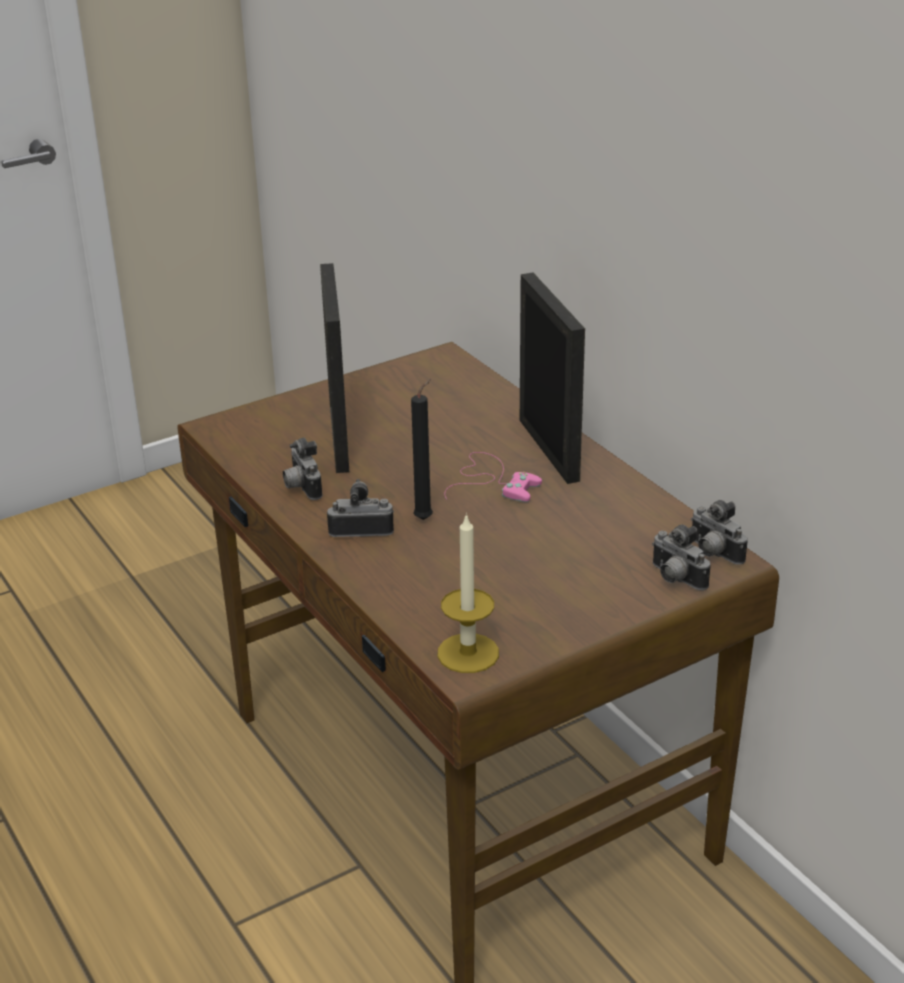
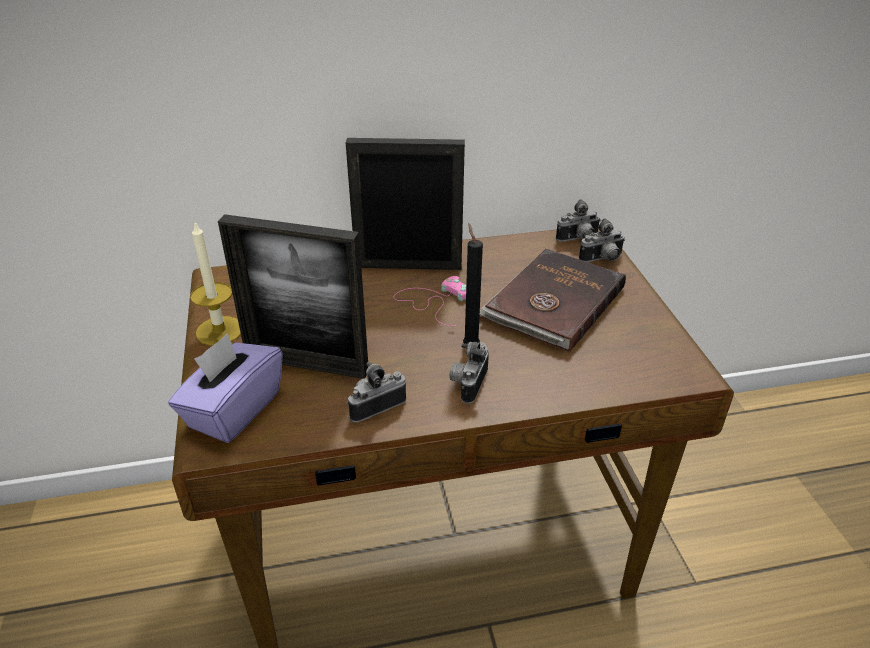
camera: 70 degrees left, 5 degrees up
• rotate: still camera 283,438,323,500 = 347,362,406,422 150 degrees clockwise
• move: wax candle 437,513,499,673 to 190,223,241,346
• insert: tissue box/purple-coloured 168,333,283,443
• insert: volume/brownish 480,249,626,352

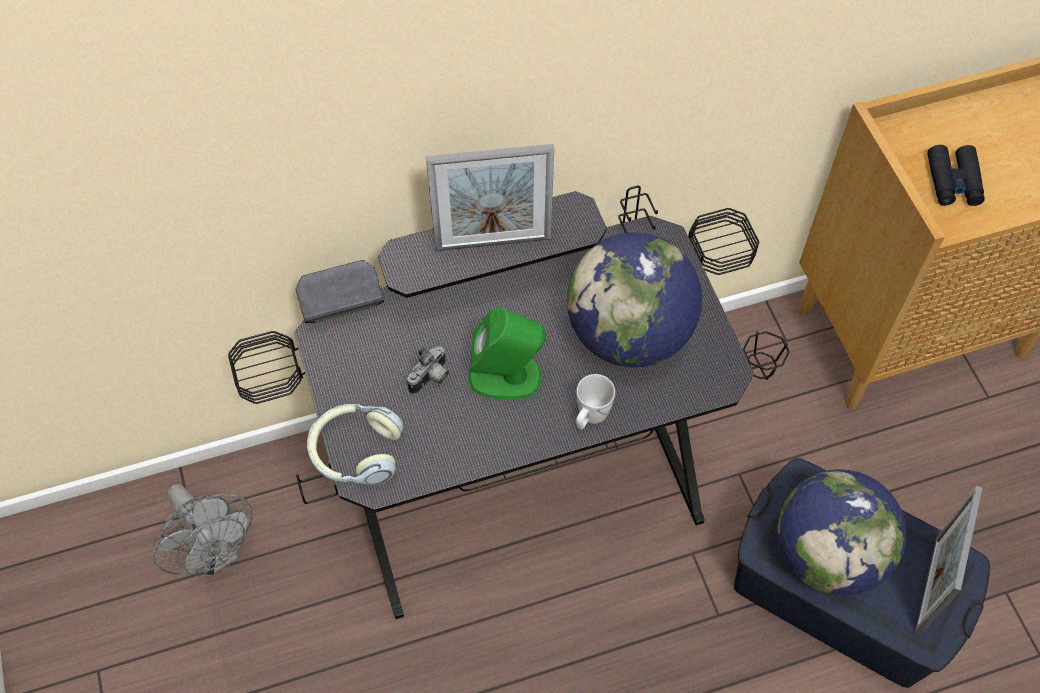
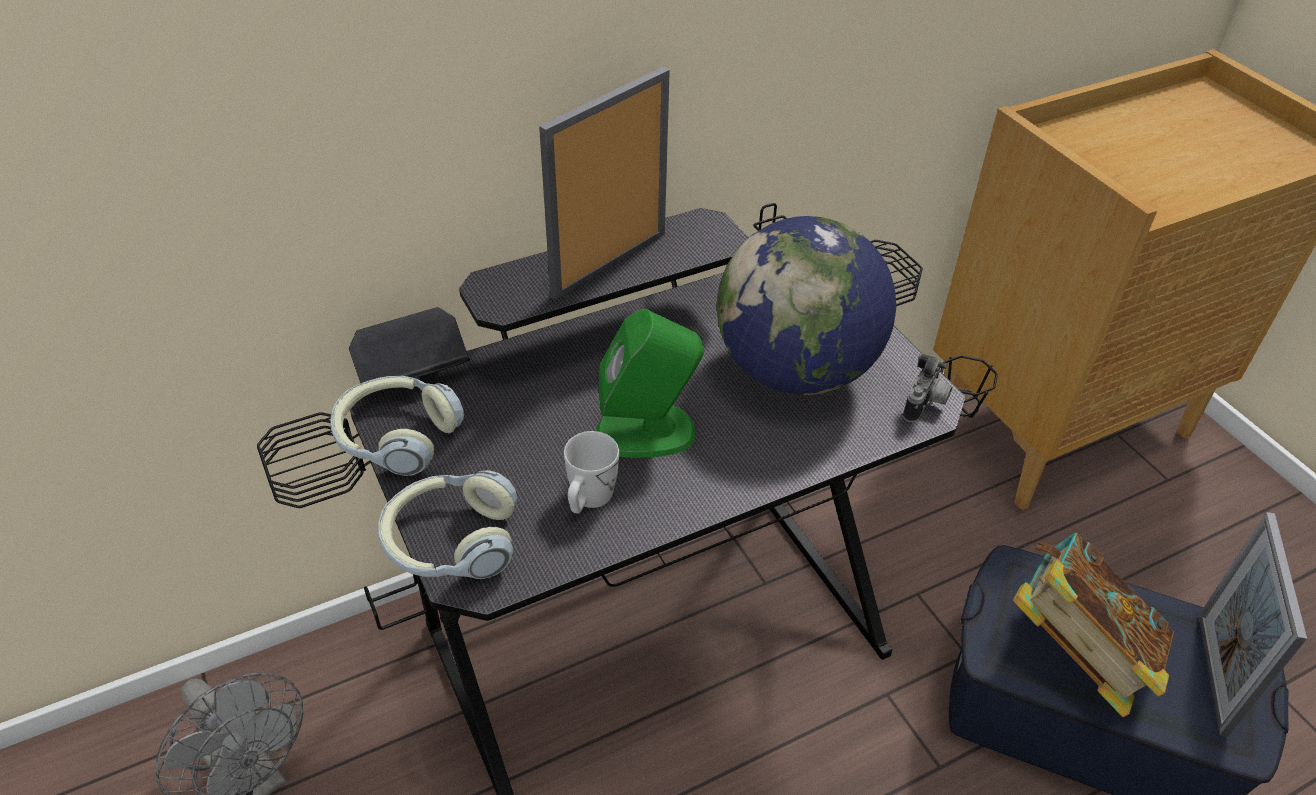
camera: 10 degrees left, 15 degrees down
• move: still camera 407,346,449,394 to 903,353,953,422
• rotate: photo frame 426,144,554,251 = 539,67,670,299 150 degrees clockwise
• move: mug/white-coloured 576,374,615,430 to 564,431,619,514
• replace: globe 778,469,906,596 to volume 1013,533,1174,717
• delete: field glasses/black-coloured 927,145,985,206
• insert: headset 330,376,464,476

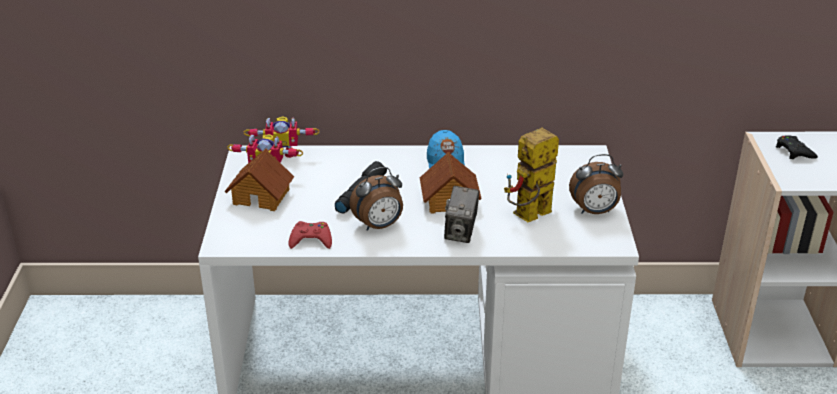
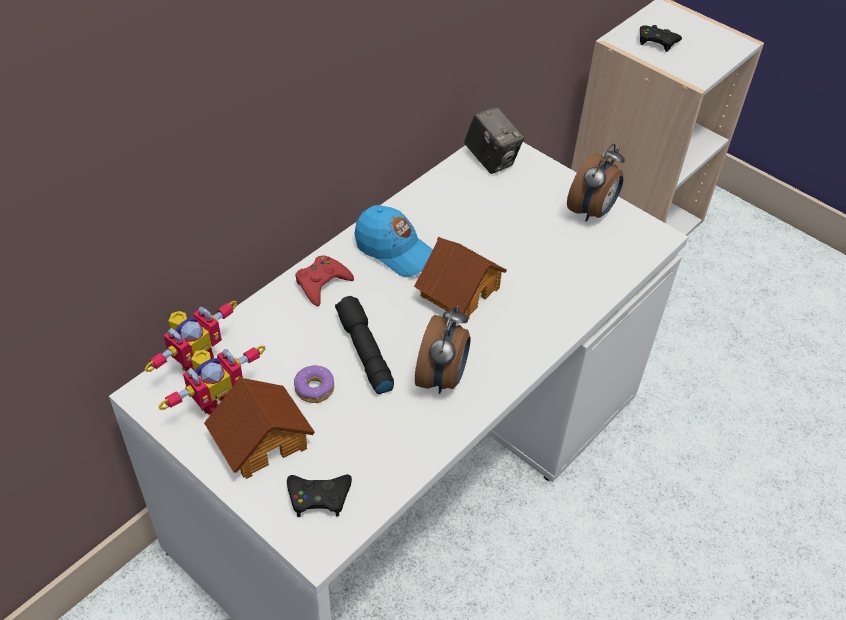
camera: 50 degrees left, 15 degrees up
• move: joypad/red-coloured 288,221,332,249 to 295,255,354,306
• move: still camera 444,186,479,243 to 464,107,524,174
• delete: robot figure 504,128,559,222
• insert: joypad/black-coloured 287,474,352,517
• insert: doughnut 294,365,334,403

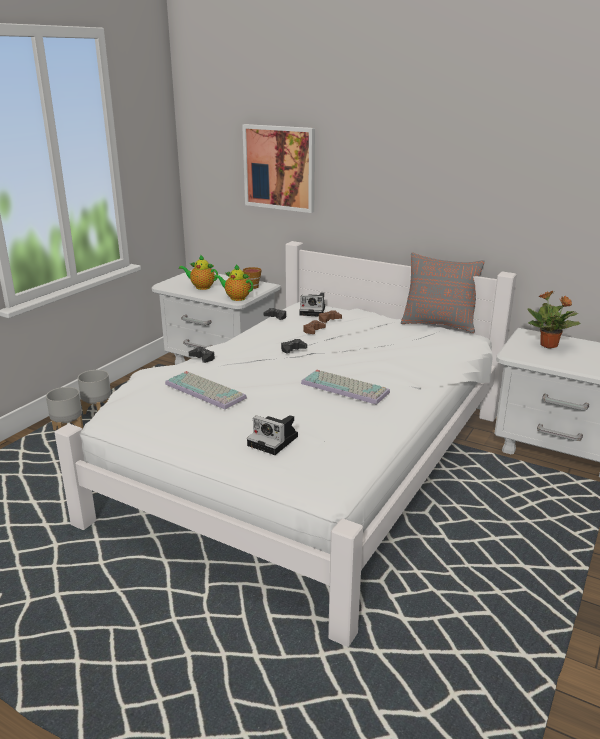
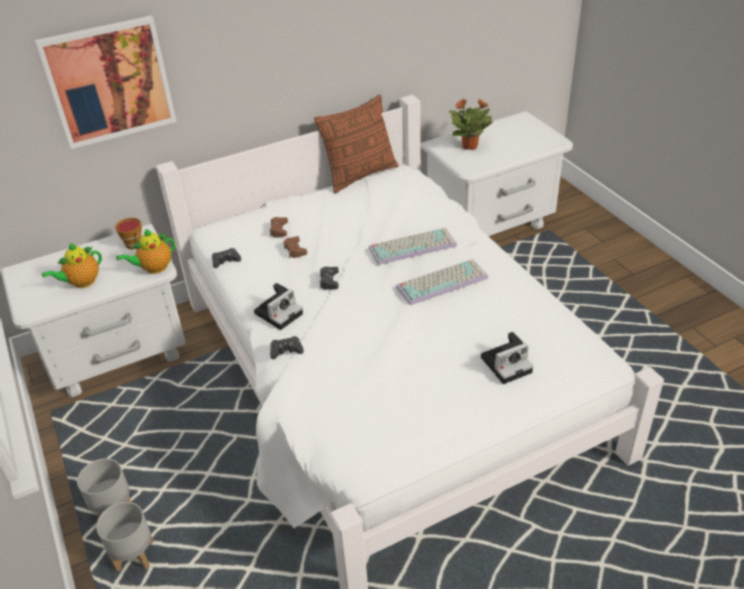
camera: 55 degrees left, 15 degrees up
• move: PC keyboard 165,371,247,409 to 369,228,457,265
• move: still camera 299,292,325,317 to 254,283,303,330
• recolor: throw pillow/grey 401,252,485,333 to throw pillow/brownish 314,94,399,194

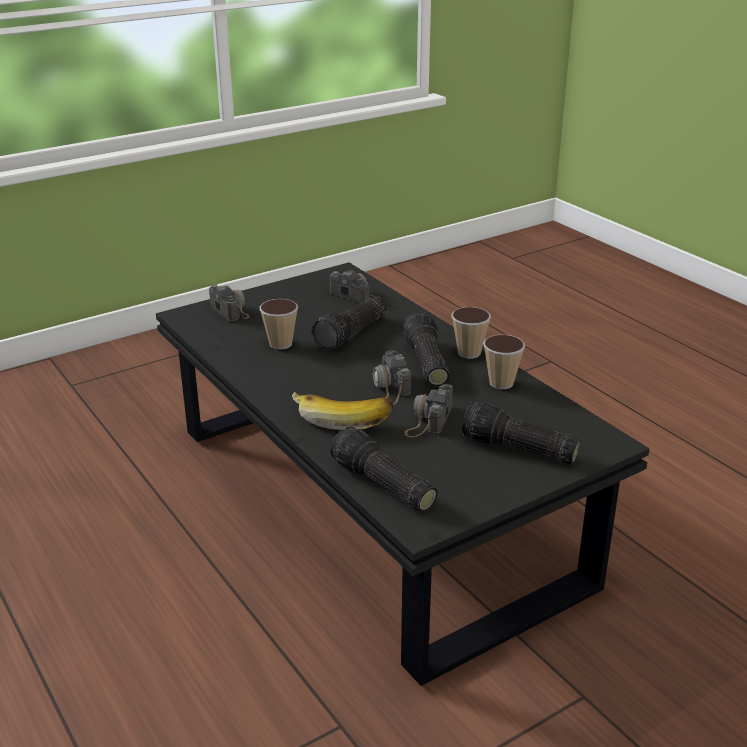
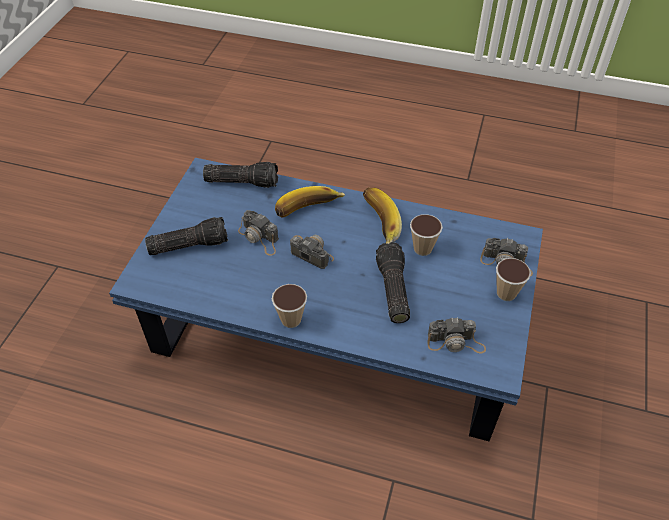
camera: 140 degrees right, 20 degrees up
• recolor: lounge table/black-coloured 156,262,650,686 to lounge table/blue-coloured 109,158,543,441
• delete: hand torch 403,312,449,386
• rotate: still camera 404,384,453,437 = 238,210,279,256 150 degrees clockwise
• move: drinking cup 483,335,525,389 to 496,258,531,301
• insert: banana fruit 363,188,402,244

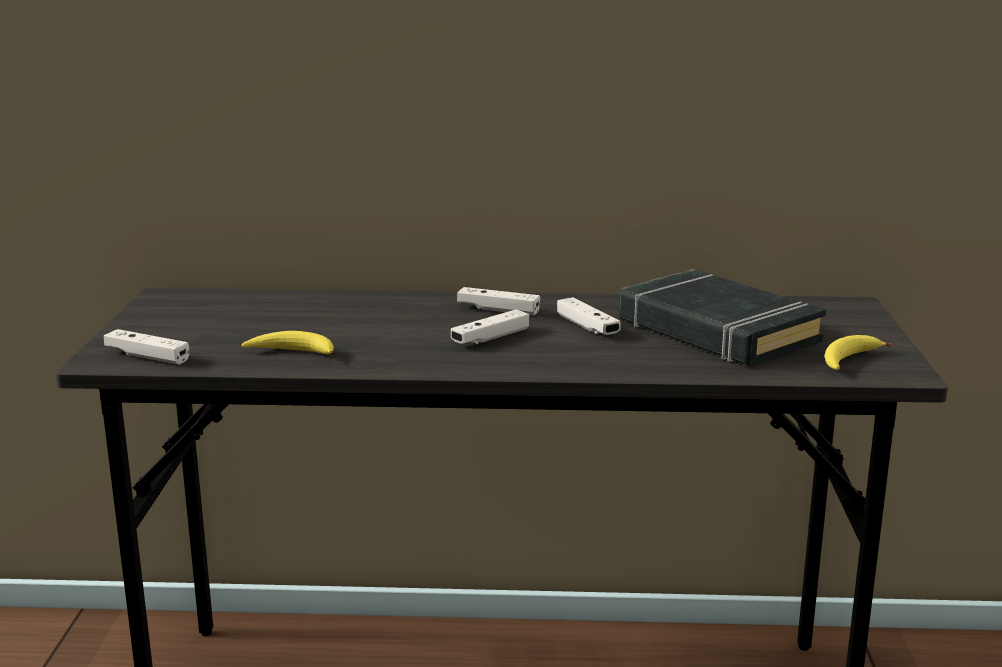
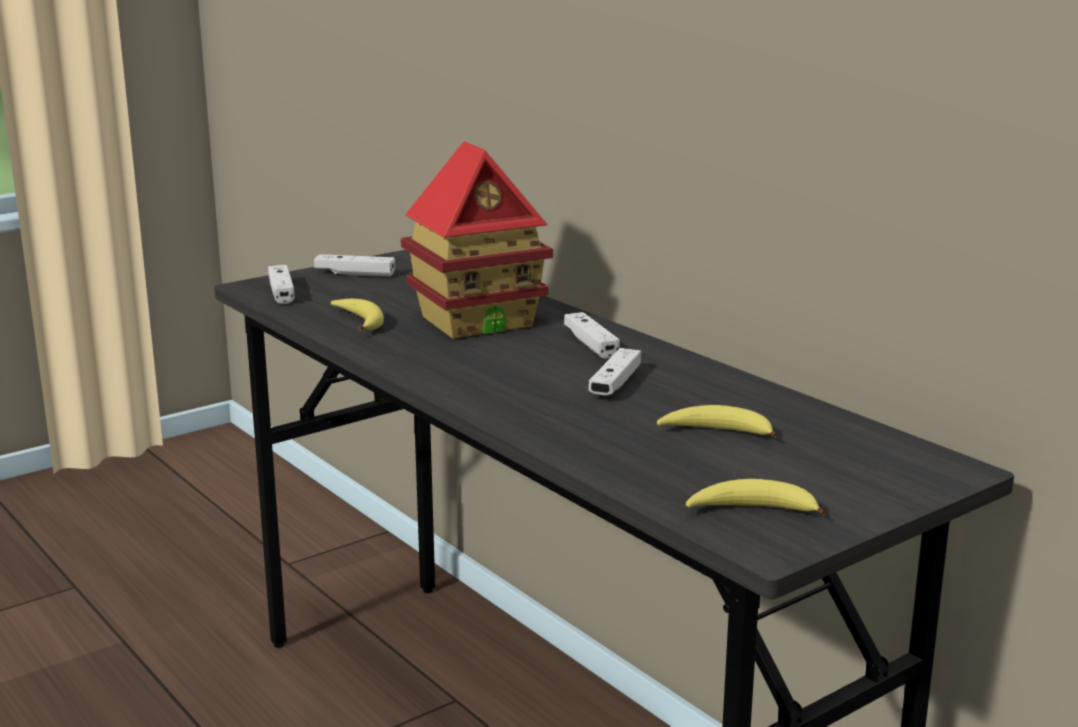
camera: 50 degrees right, 0 degrees up
• move: joypad/white-coloured 451,309,529,344 to 314,254,395,277
• replace: volume/black-coloured 619,269,826,366 to banana fruit 657,405,777,438
• insert: model house 401,141,553,339

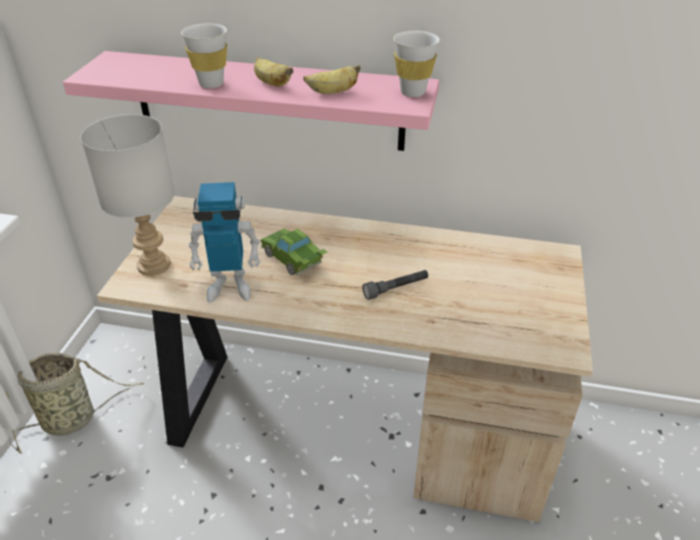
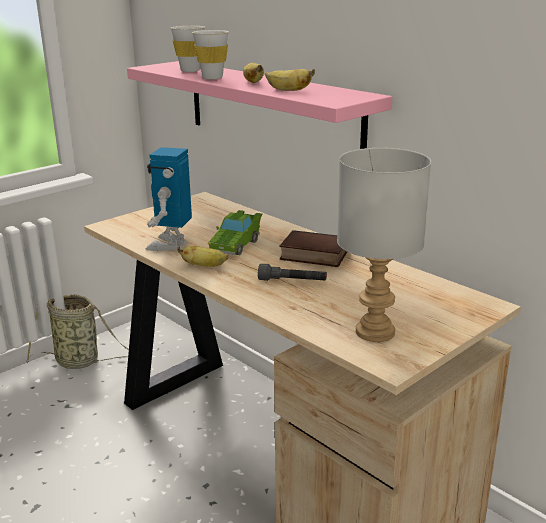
camera: 35 degrees right, 15 degrees down
• move: tabletop lamp/grey 80,114,175,276 to 337,148,431,342
• rotate: robot figure 189,182,260,303 = 146,147,192,251 75 degrees clockwise
• rotate: model car/greenish 260,228,327,275 = 208,210,262,255 150 degrees counterclockwise
• move: drinking cup/white-coloured 393,31,440,97 to 171,26,205,72
• insert: banana fruit 178,246,228,267
• insert: volume 280,230,347,267

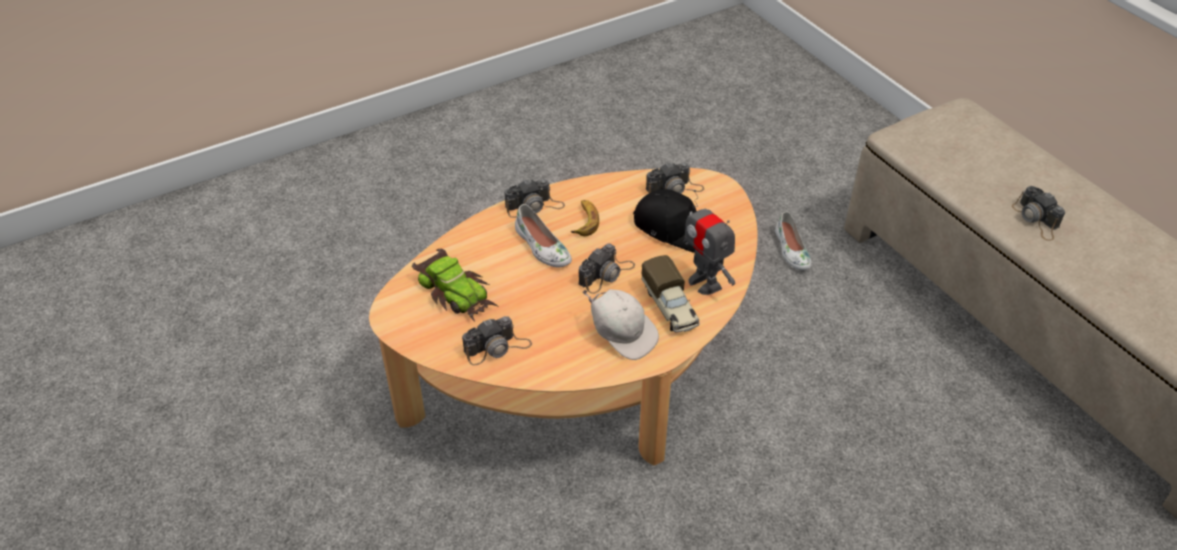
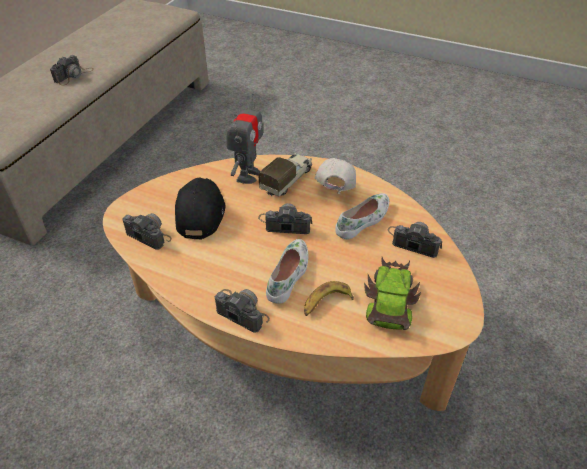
camera: 125 degrees left, 0 degrees up
• move: banana fruit 571,200,599,236 to 304,281,354,316
• move: item of footwear/white-coloured 775,211,811,270 to 335,193,389,240

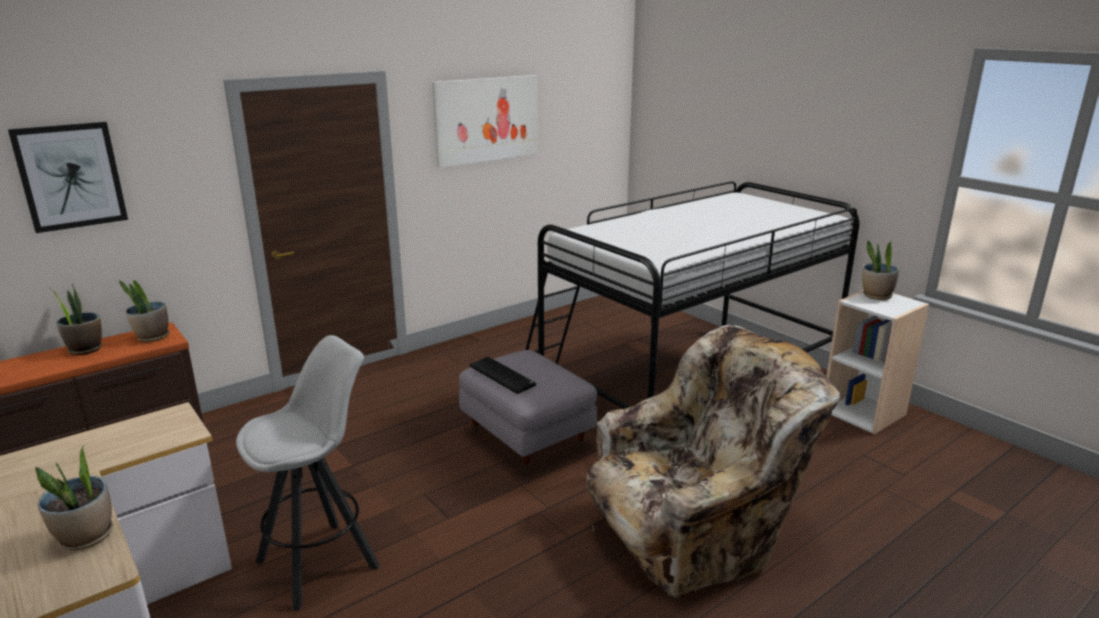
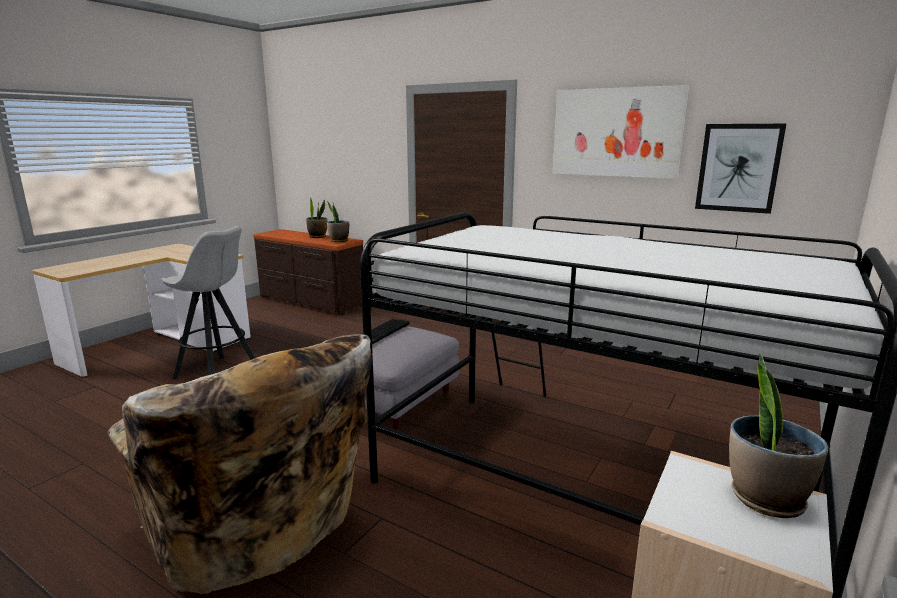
camera: 70 degrees right, 5 degrees down
• move: picture 8,122,128,233 to 695,124,786,214
• delete: plant in a pot 35,445,113,550

